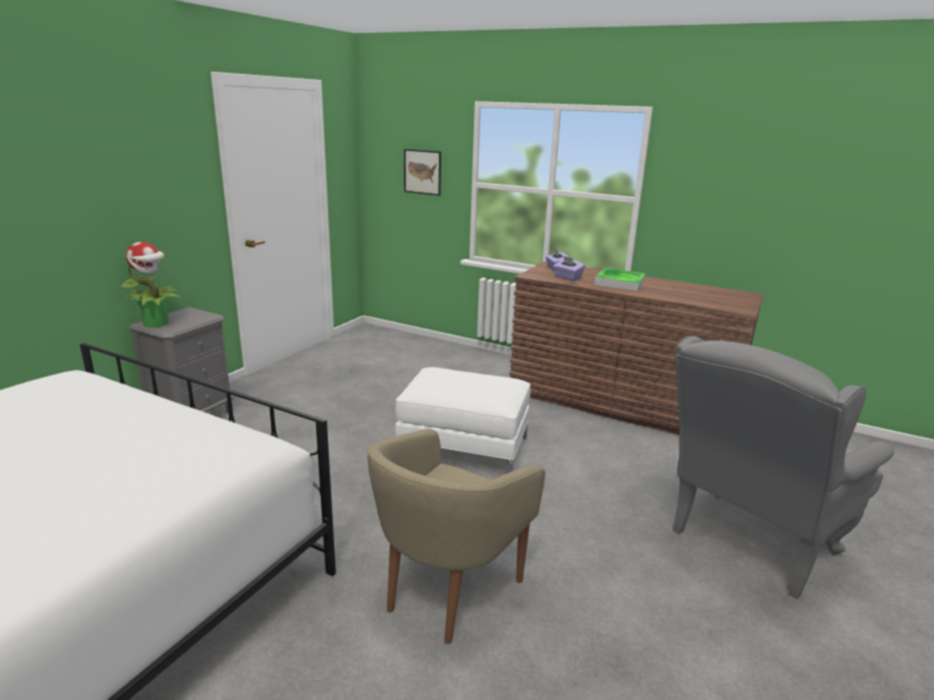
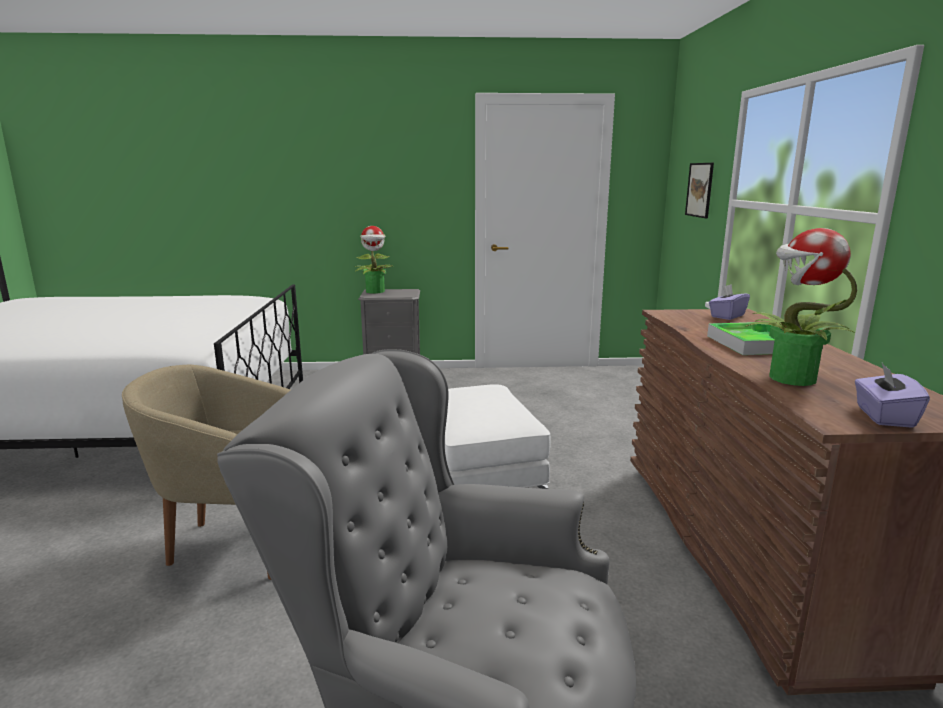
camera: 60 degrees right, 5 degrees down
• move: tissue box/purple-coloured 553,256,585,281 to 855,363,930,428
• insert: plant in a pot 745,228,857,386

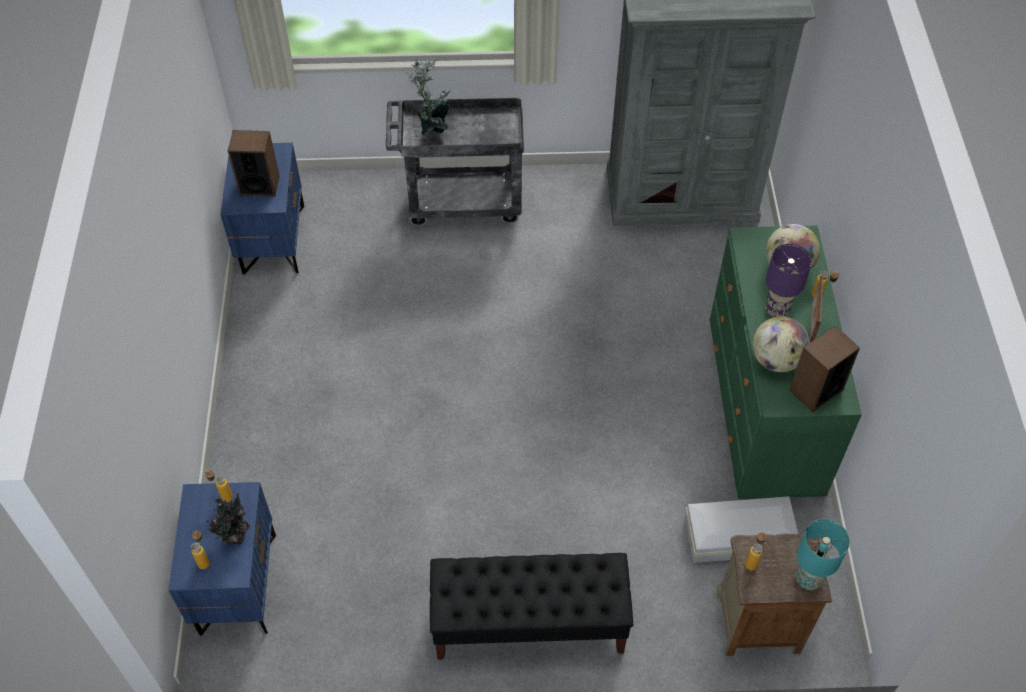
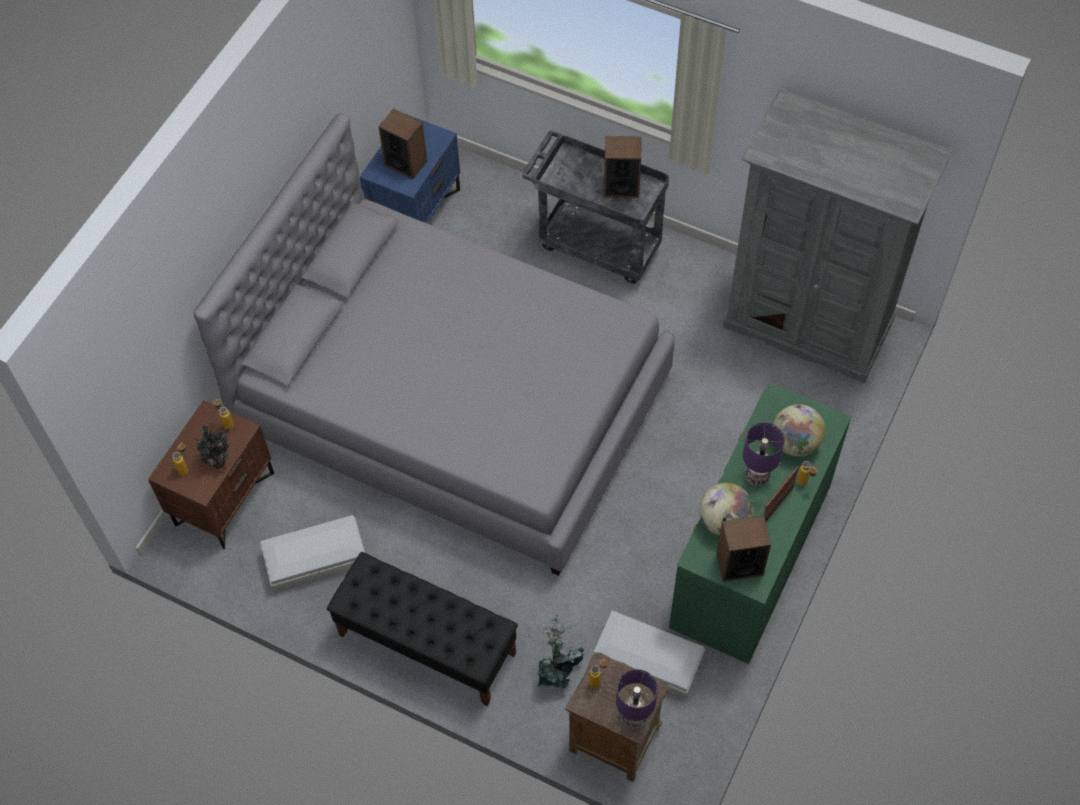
camera: 30 degrees right, 5 degrees up
• recolor: night table/blue-coloured 169,482,276,636 to night table/brownish 148,400,274,549
• move: plant in a pot 406,58,451,135 to 537,614,584,689
• recolor: tabletop lamp/blue-green 796,519,850,590 to tabletop lamp/purple-coloured 616,669,658,729
• insert: bedroom bed/grey 193,114,674,576
• insert: storage container/white-coloured 260,515,365,593
• insert: audio speaker 604,136,642,198

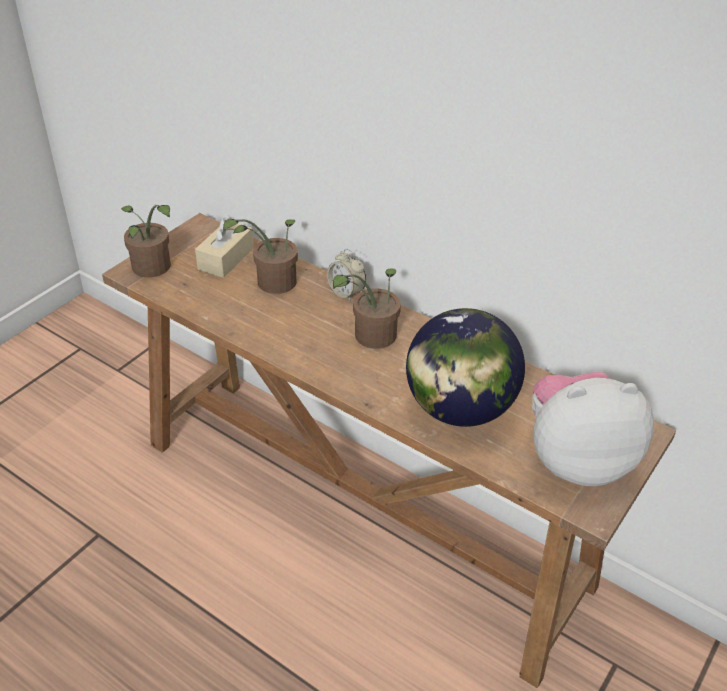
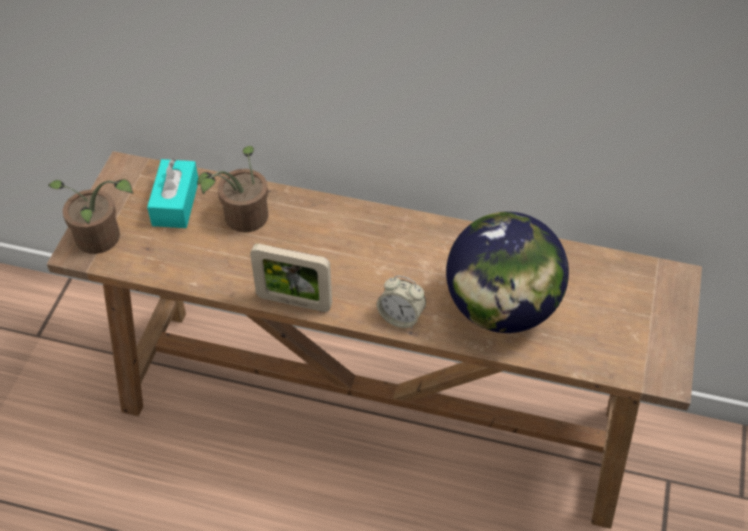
camera: 20 degrees left, 10 degrees up
• recolor: tissue box/beige 195,216,254,278 to tissue box/blue-green 147,158,198,228
• move: bedside clock 327,249,366,301 to 377,275,426,329
• delete: plant in a pot 333,269,401,349
• delete: cuddly toy 532,372,654,486
• insert: photo frame 250,244,332,312

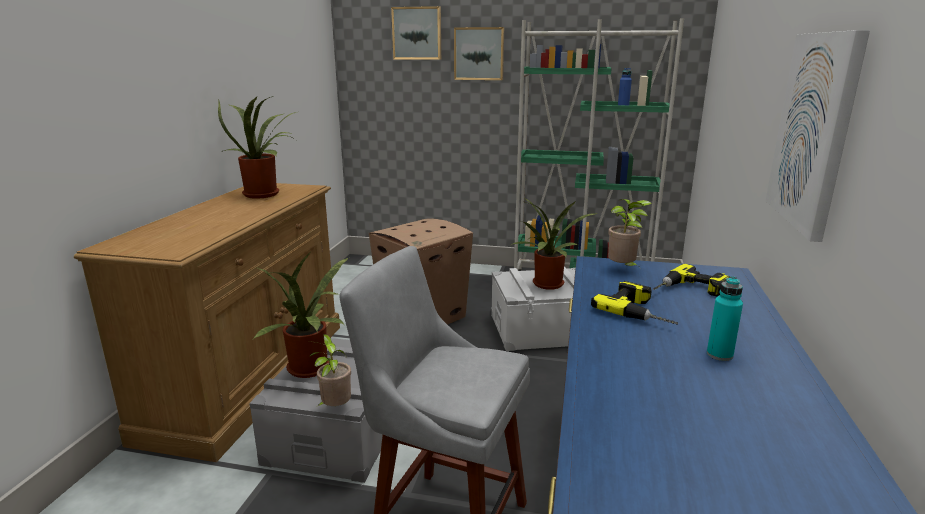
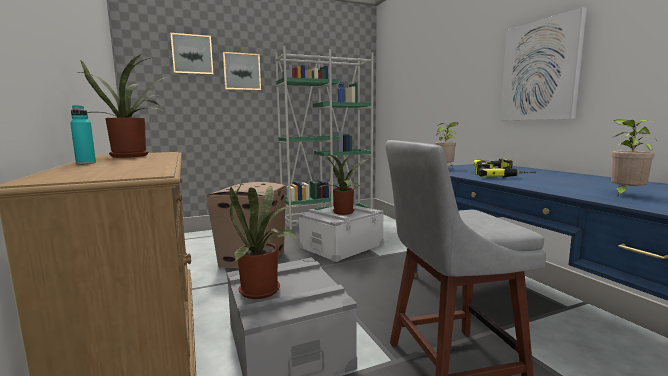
camera: 35 degrees left, 10 degrees down
• move: plant in a pot 309,334,351,406 to 611,119,658,196
• move: beverage bottle/blue-green 707,276,743,361 to 70,105,96,164

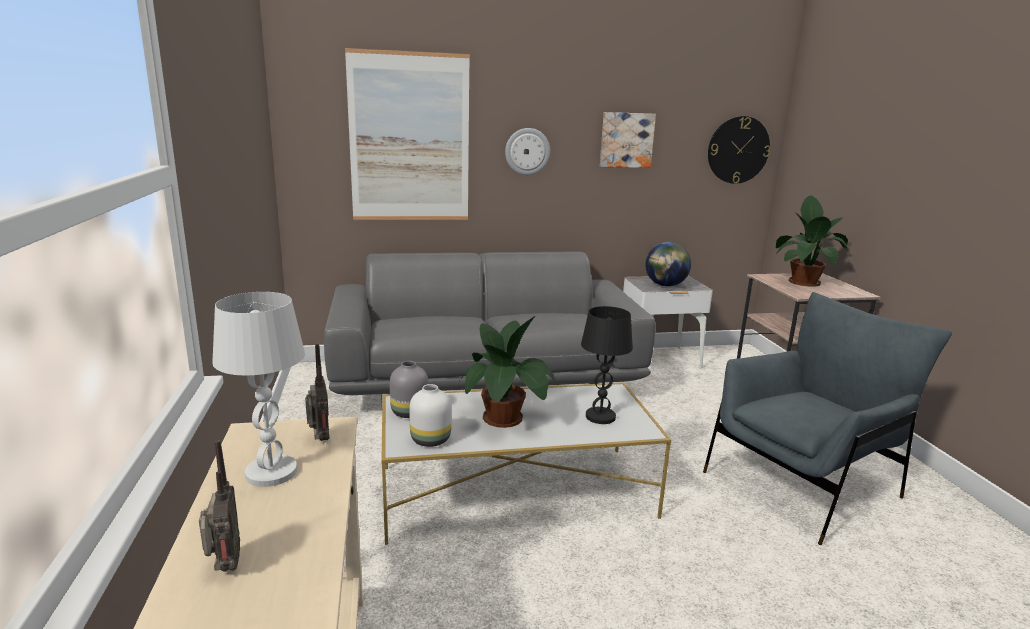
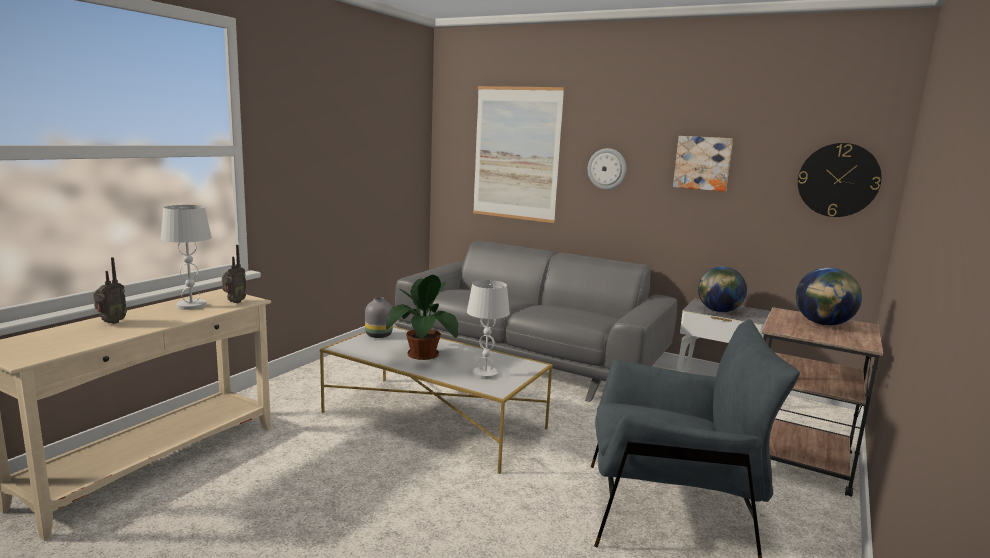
camera: 40 degrees right, 5 degrees down
• delete: vase/white-coloured 409,384,451,447
• recolor: tabletop lamp/black-coloured 581,306,633,424 to tabletop lamp/white-coloured 467,280,510,379
• replace: plant in a pot 776,195,850,287 to globe 796,267,862,326

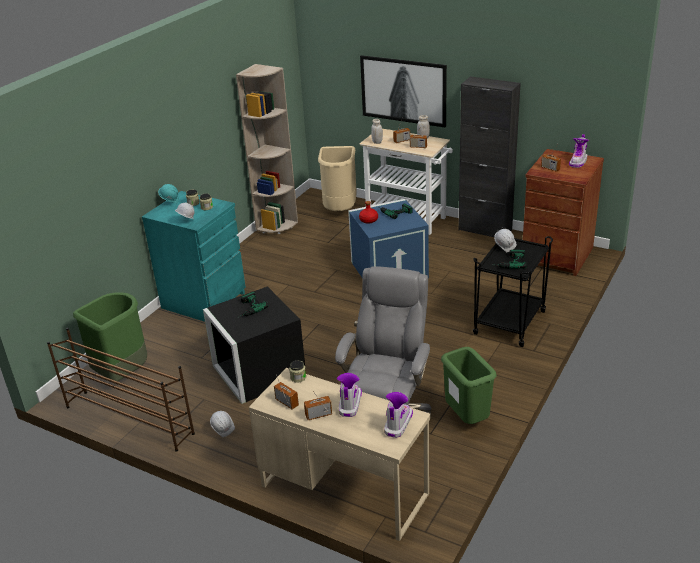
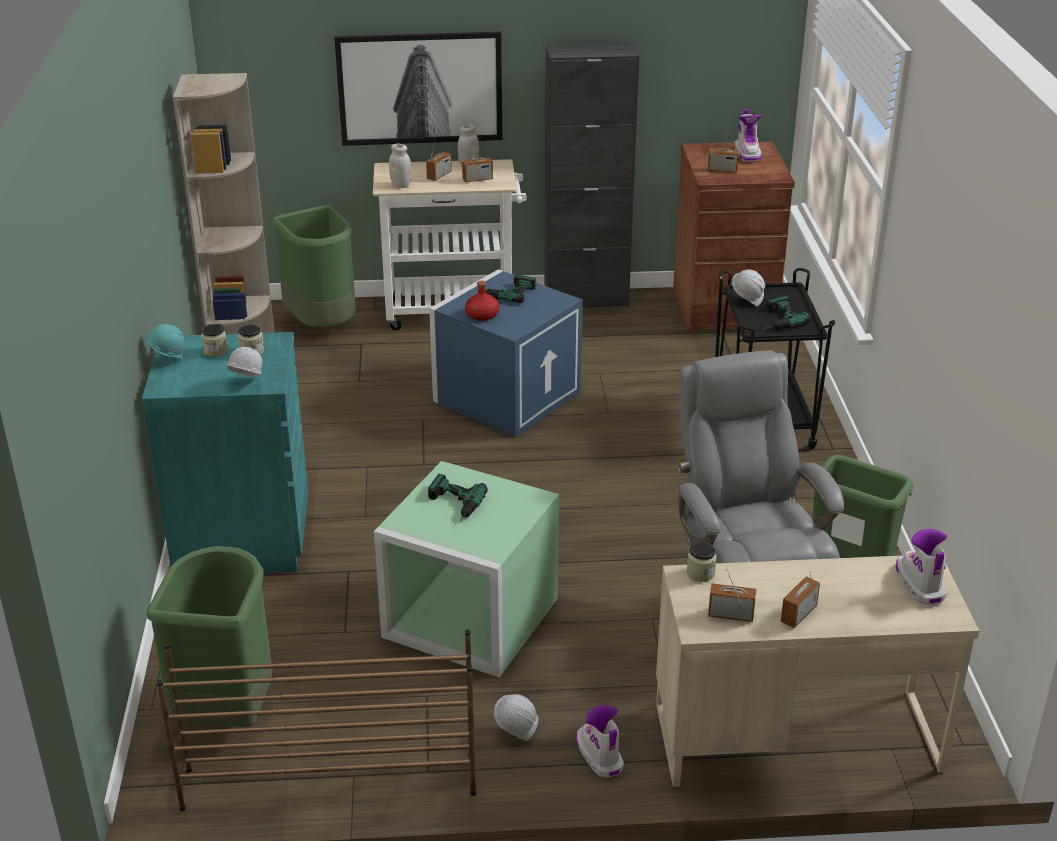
camera: 35 degrees left, 0 degrees up
• recolor: storage container/black-coloured 203,286,306,404 to storage container/greenish 374,461,559,678
• recolor: waste bin/beige 318,146,357,211 to waste bin/greenish 272,205,356,327
• move: boot 337,373,362,417 to 576,705,624,778

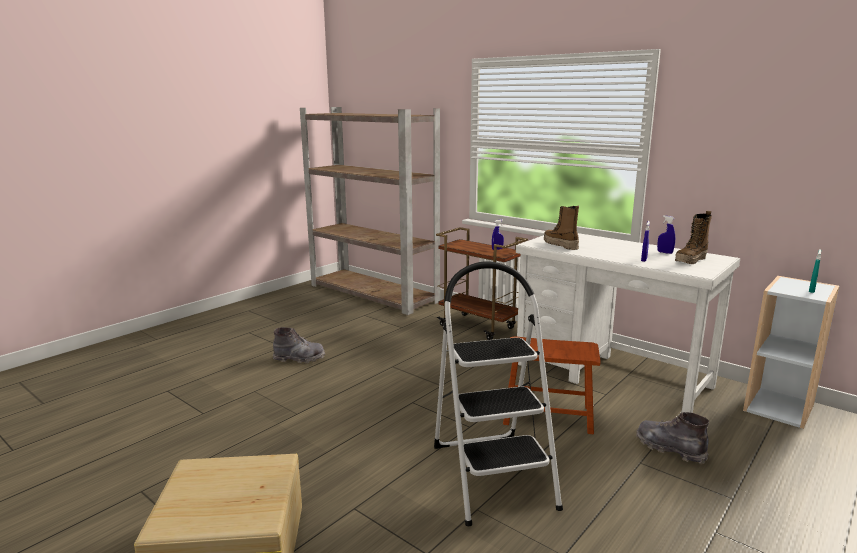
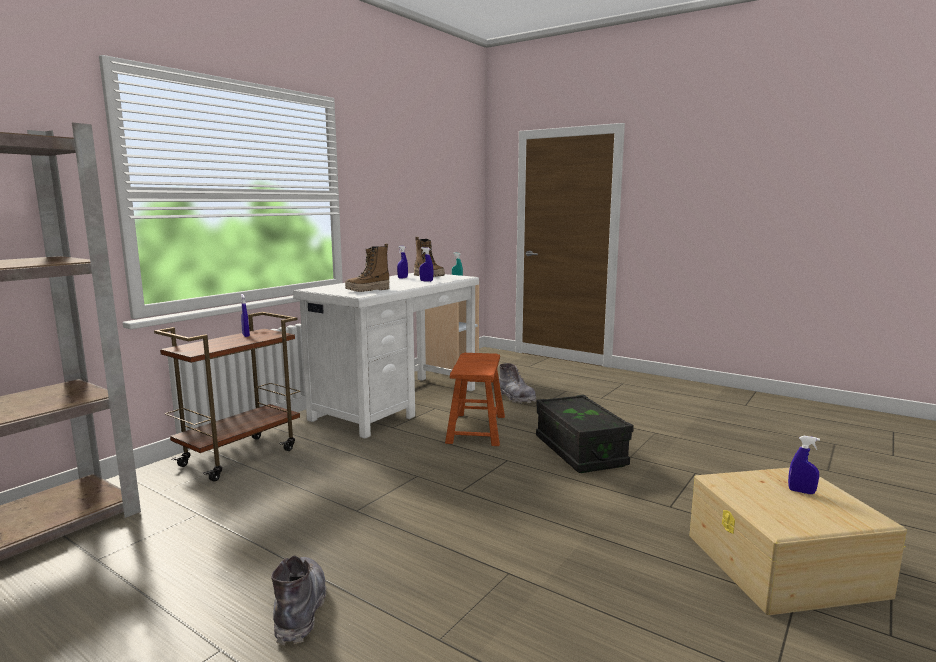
camera: 95 degrees left, 5 degrees down
• replace: step stool 434,261,563,526 to storage container/black-coloured 536,395,634,473
• rotate: boot/grey 636,412,709,464 = 499,363,536,403 75 degrees counterclockwise
• insert: sprayer/blue-coloured 788,436,820,494

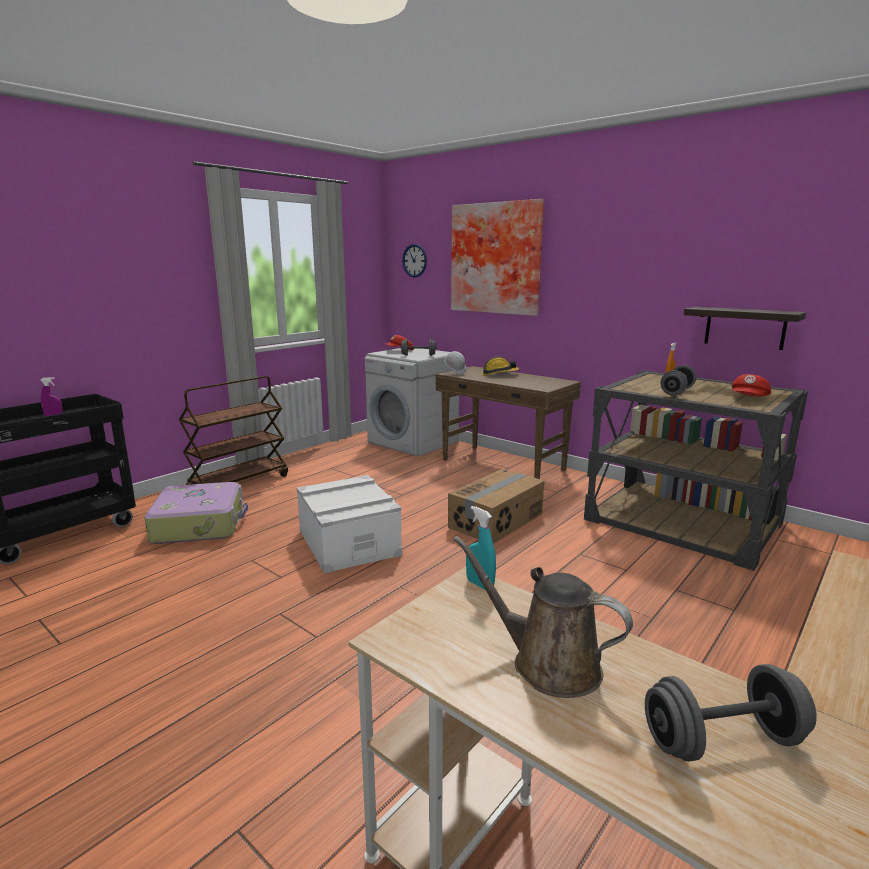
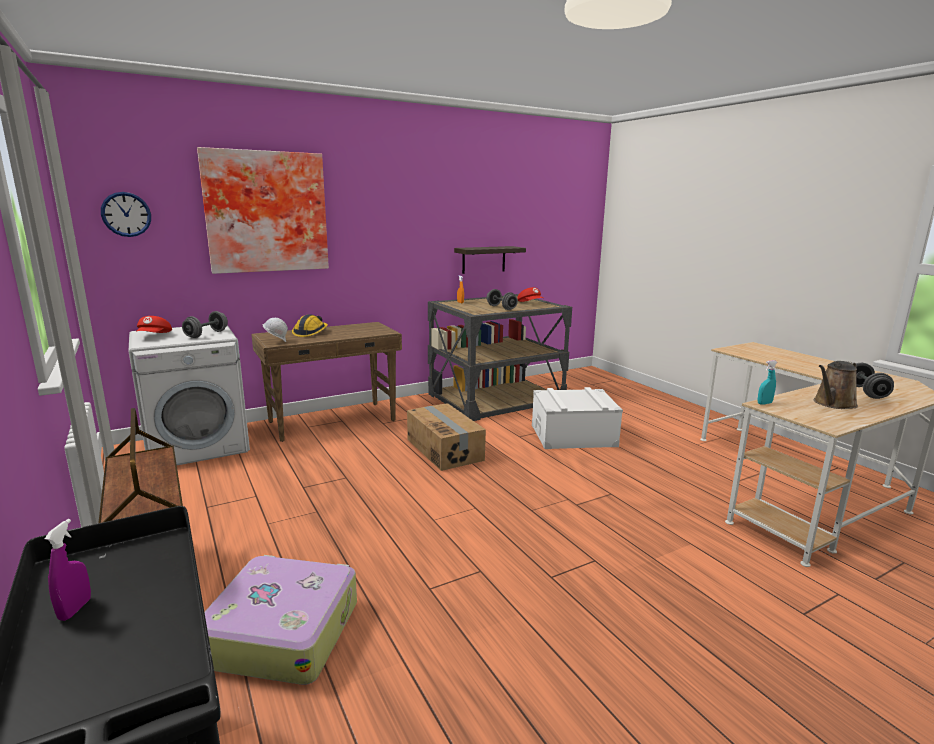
camera: 70 degrees left, 0 degrees up
• move: storage container/white-coloured 296,475,402,574 to 532,387,623,449

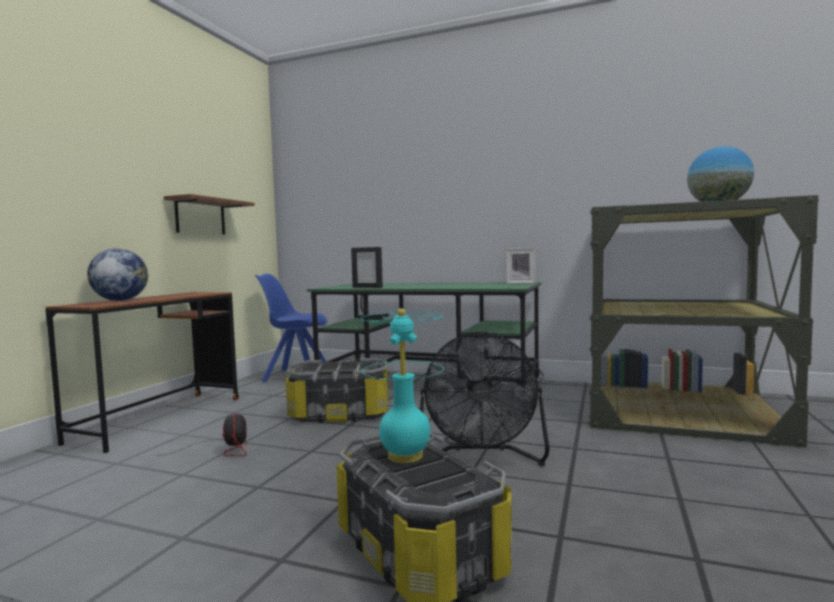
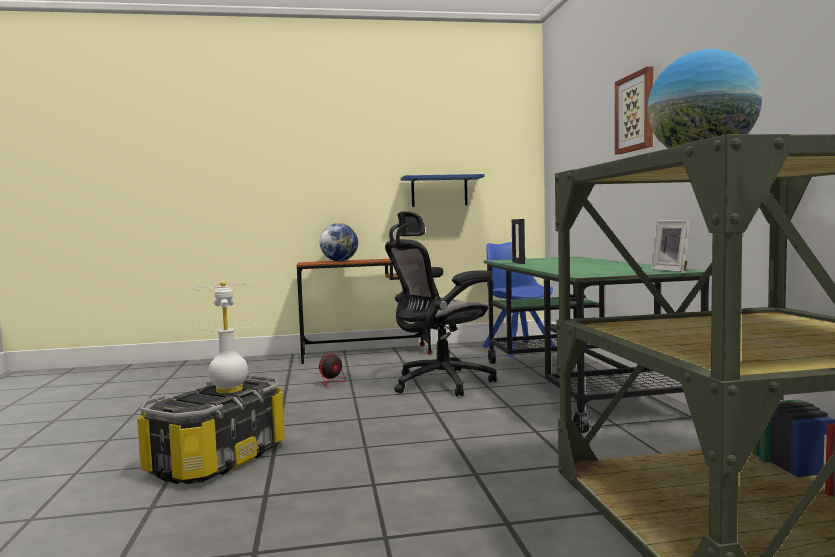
camera: 60 degrees right, 0 degrees up
• recolor: bracket shelf/brownish 164,194,255,235 to bracket shelf/blue-coloured 400,174,485,207
• replace: storage container 286,358,388,423 to office chair 385,211,497,396
• recolor: tabletop lamp/blue-green 360,308,444,463 to tabletop lamp/white-coloured 191,281,257,394
• delete: fan/black-coloured 420,332,549,467
• insert: picture 615,66,653,154

